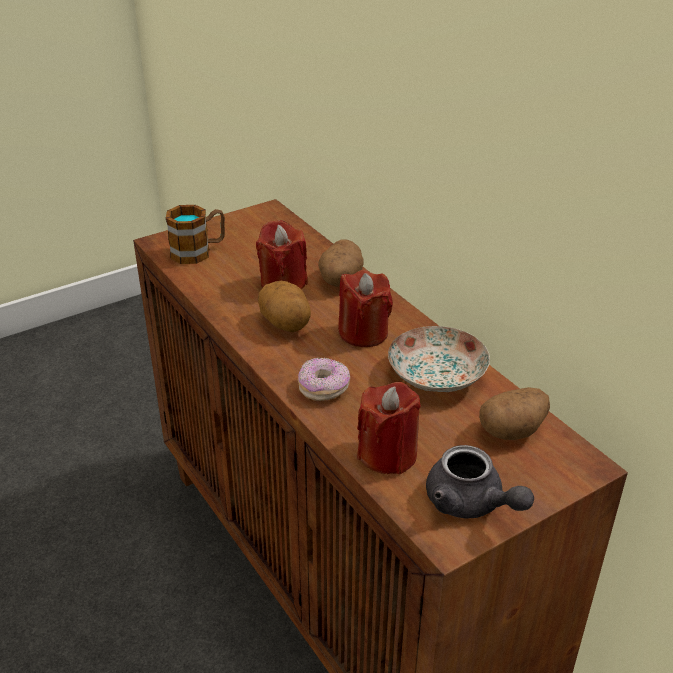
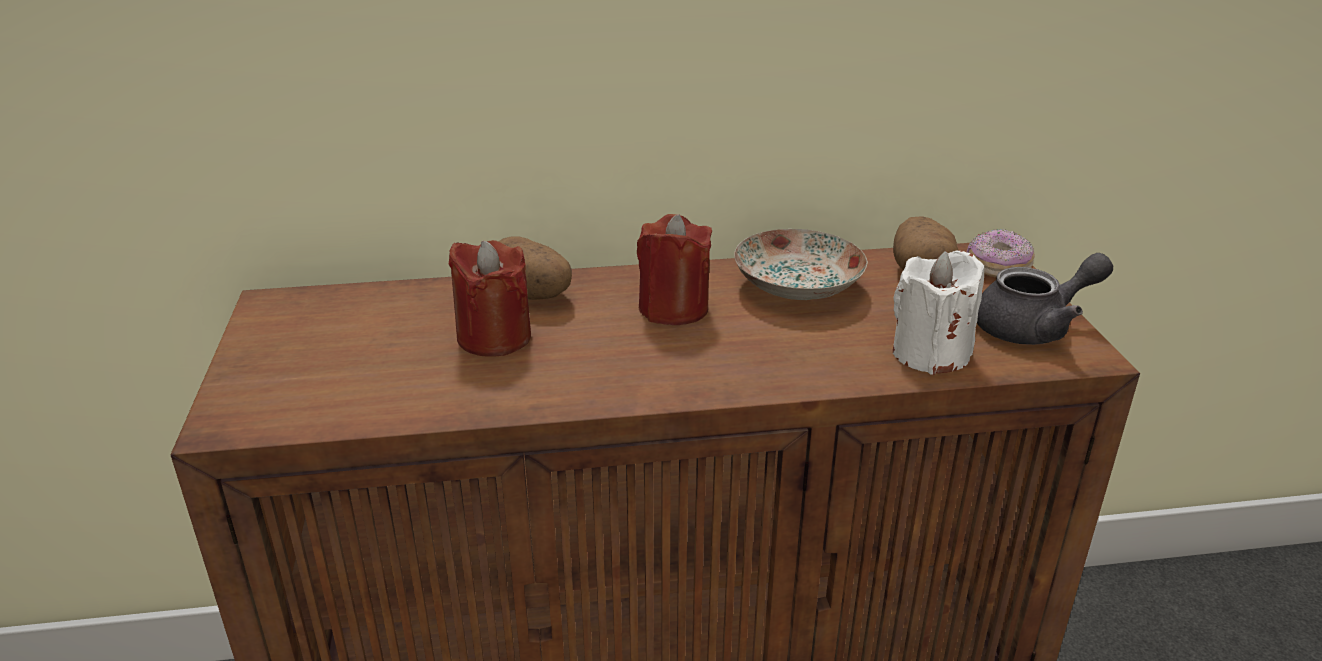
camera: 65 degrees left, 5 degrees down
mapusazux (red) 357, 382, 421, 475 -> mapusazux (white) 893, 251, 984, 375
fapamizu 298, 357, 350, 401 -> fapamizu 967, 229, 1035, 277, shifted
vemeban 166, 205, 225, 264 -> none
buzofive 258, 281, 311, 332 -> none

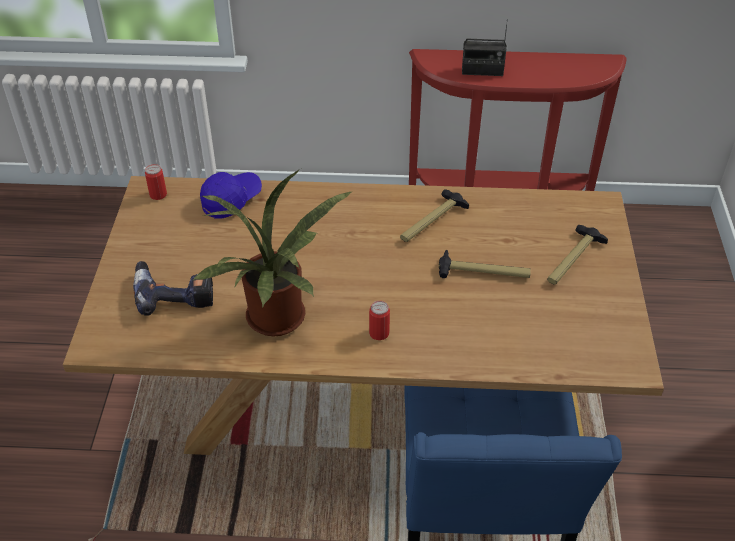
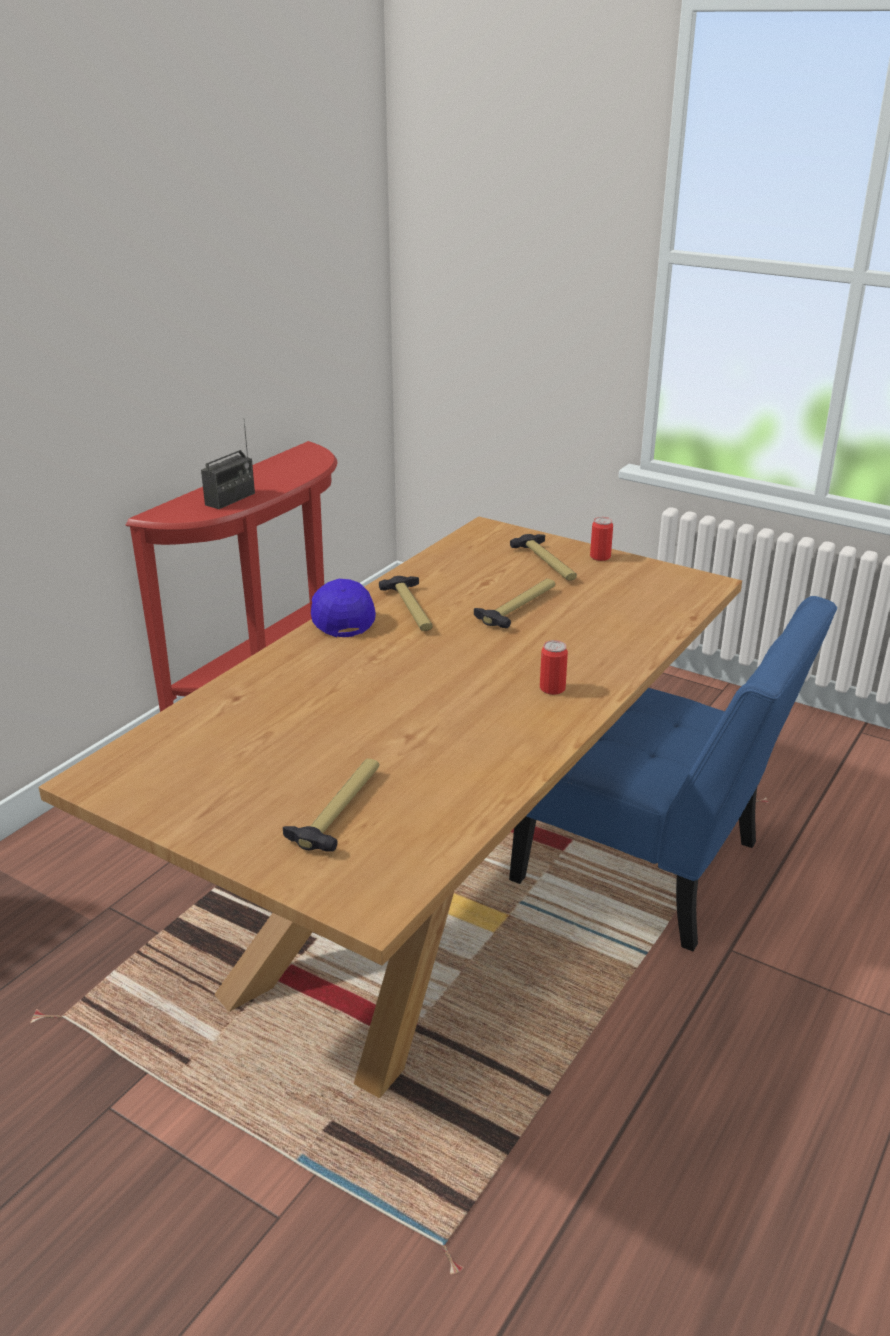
camera: 60 degrees left, 15 degrees down
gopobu 133, 261, 213, 316 -> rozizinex 283, 759, 379, 852
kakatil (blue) 200, 172, 262, 218 -> kakatil (blue) 311, 579, 376, 637, shifted
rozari 145, 164, 167, 200 -> rozari 590, 517, 613, 561, shifted
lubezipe 192, 169, 351, 336 -> none

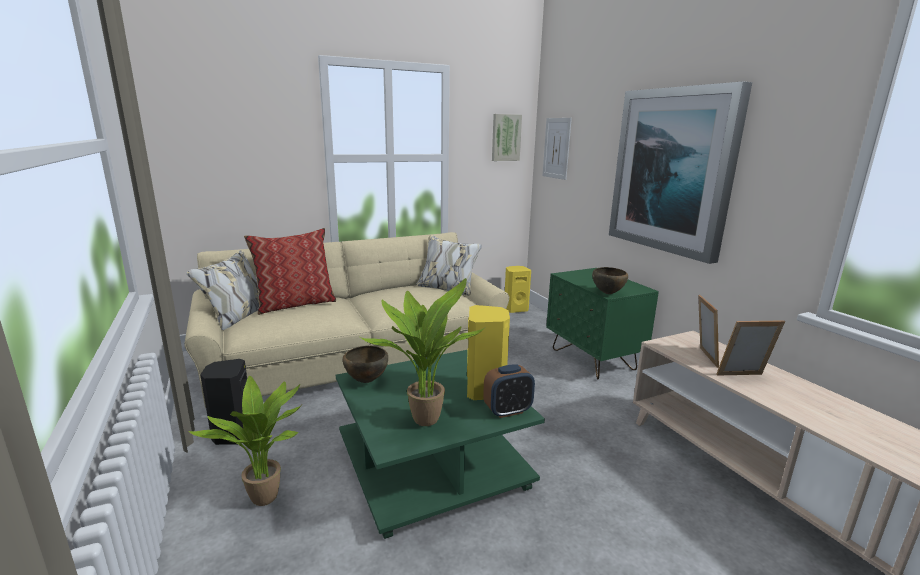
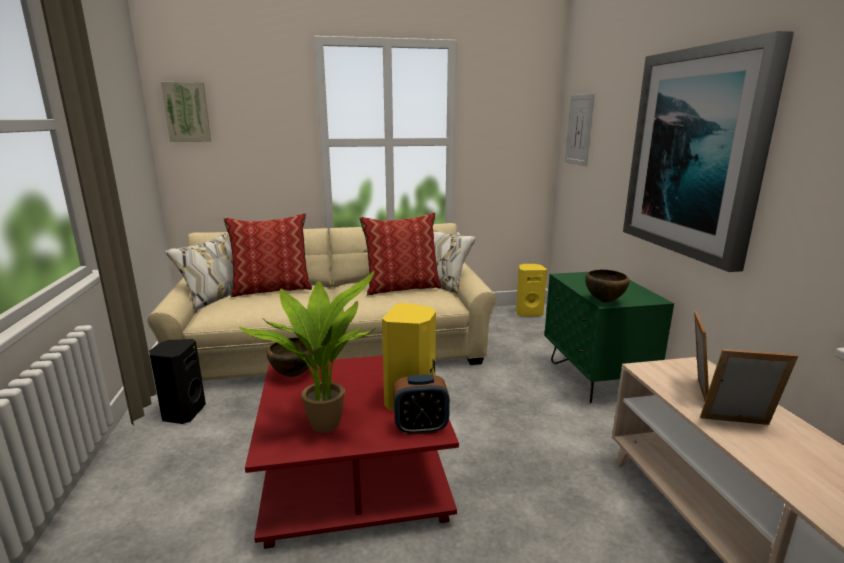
camera: 15 degrees right, 0 degrees up
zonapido 492, 114, 522, 161 -> zonapido 161, 82, 211, 142, shifted
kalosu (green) 336, 350, 545, 539 -> kalosu (red) 245, 355, 459, 549
none -> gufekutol 359, 212, 442, 296
lubezipe 188, 376, 301, 506 -> none

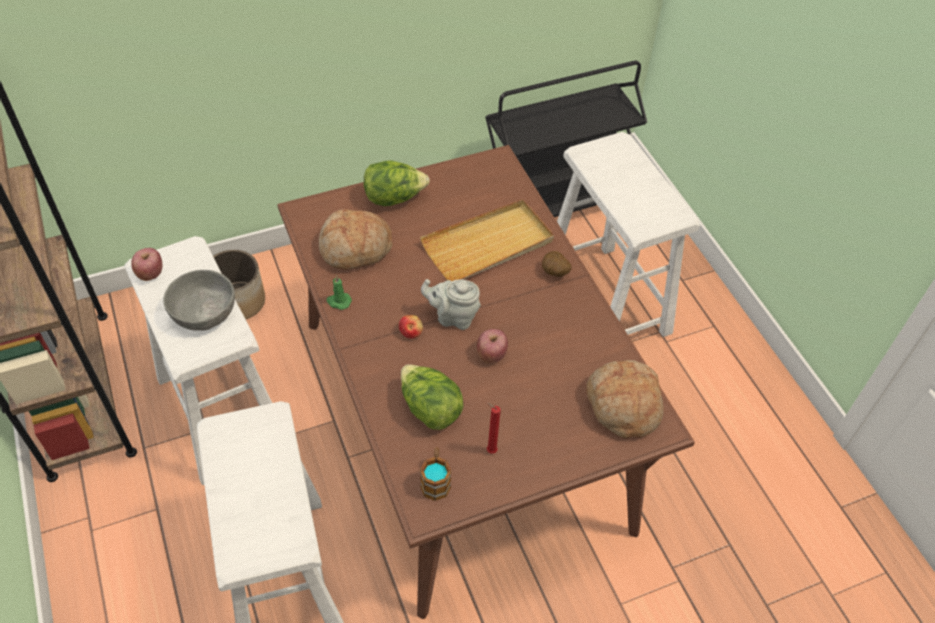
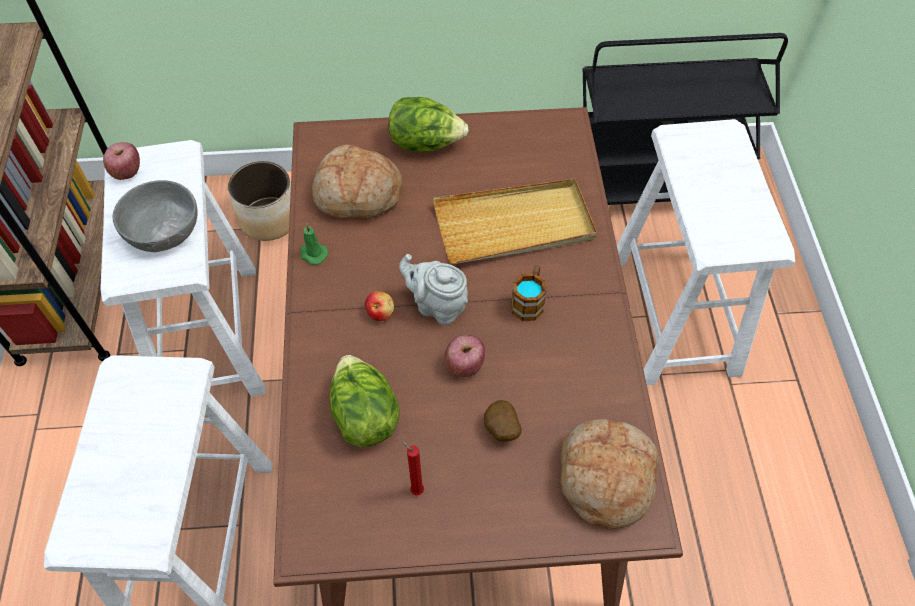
camera: 20 degrees right, 5 degrees up
buzofive 542, 251, 572, 277 -> buzofive 484, 400, 522, 442, shifted
vemeban 420, 447, 451, 501 -> vemeban 511, 265, 546, 321, shifted

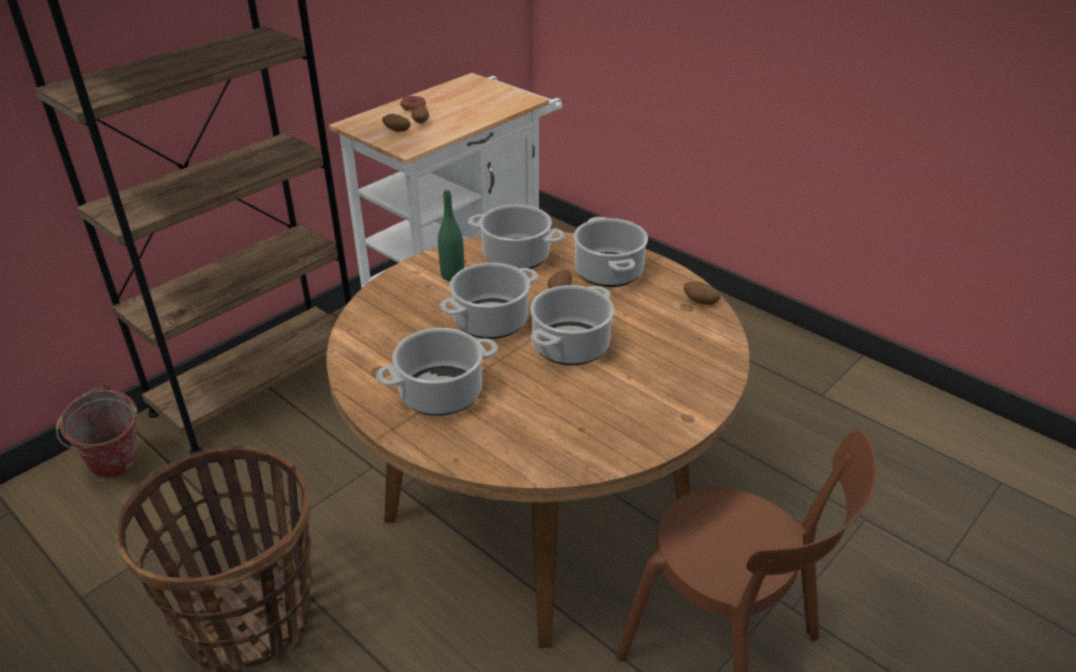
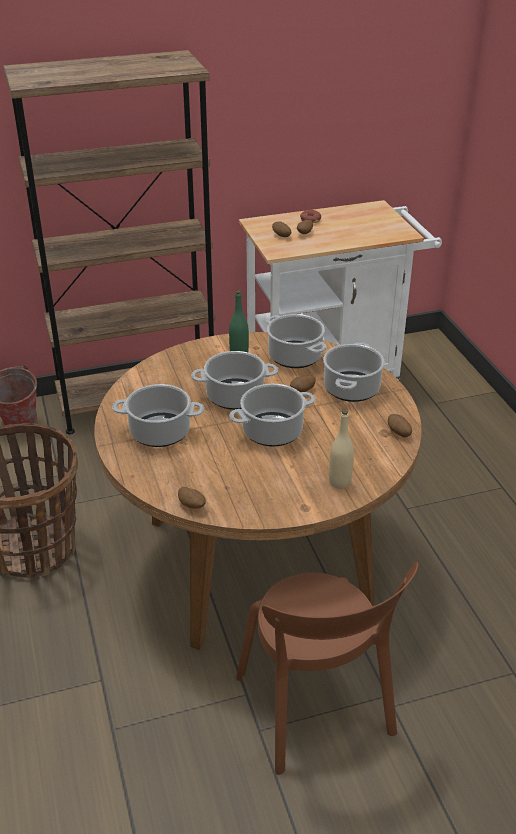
camera: 30 degrees right, 0 degrees up
none -> buzofive 178, 487, 206, 509
none -> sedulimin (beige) 329, 410, 354, 489

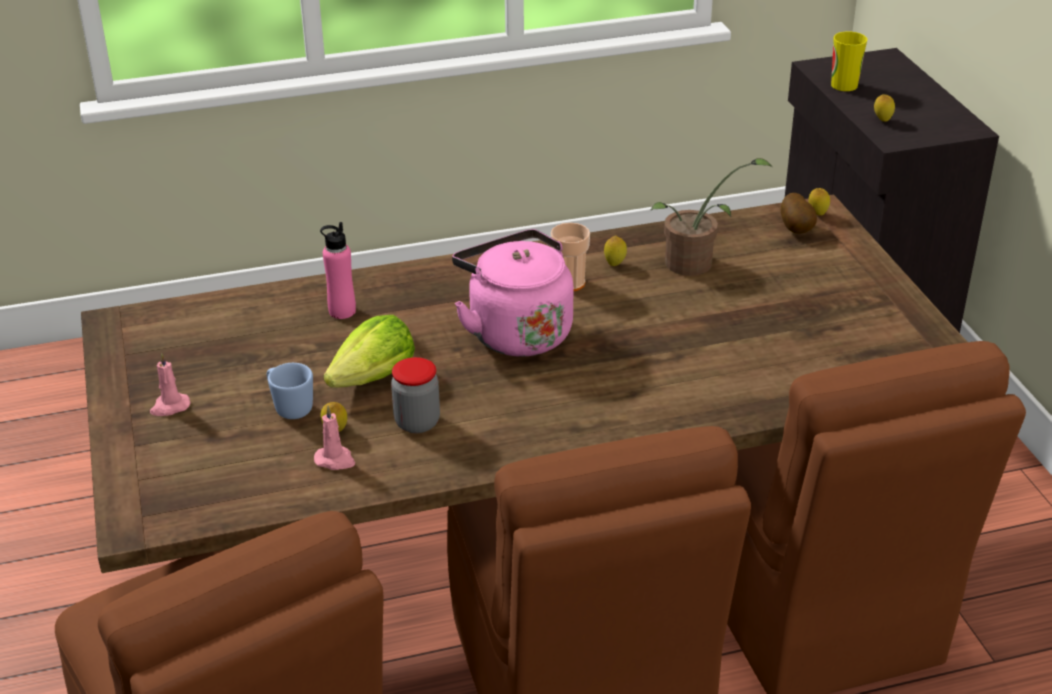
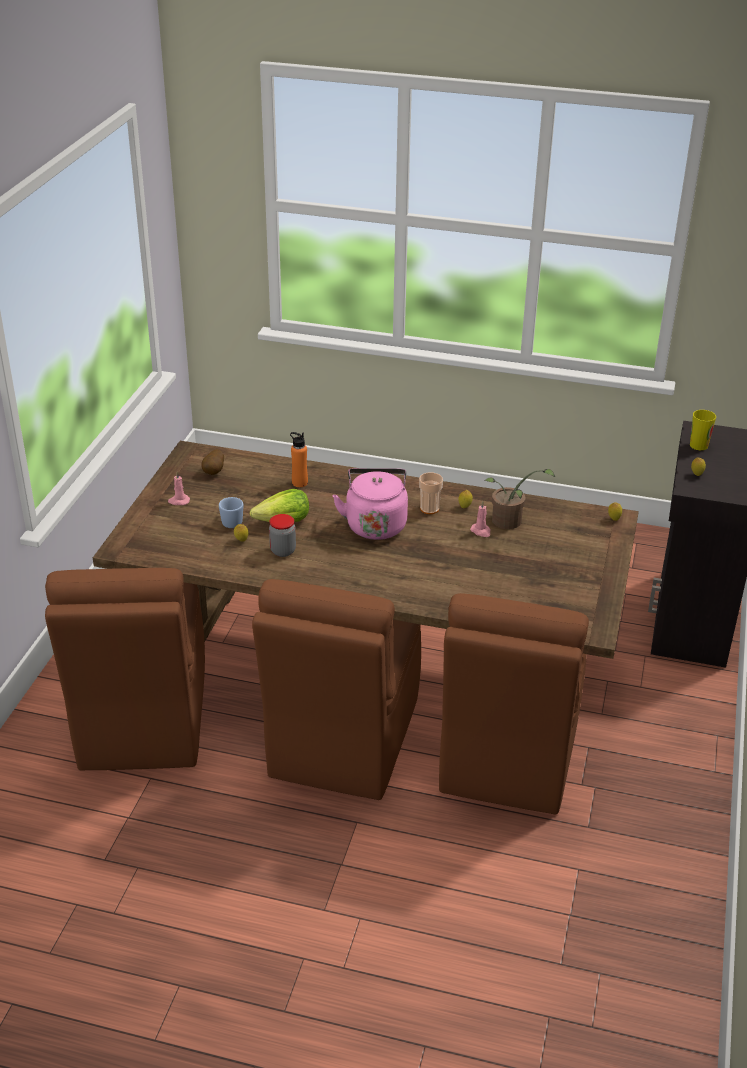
camera: 30 degrees right, 0 degrees up
buzofive 781, 193, 817, 234 -> buzofive 201, 449, 224, 475, shifted
sedulimin (pink) 320, 222, 356, 319 -> sedulimin (orange) 290, 432, 308, 487
mapusazux (pink) 314, 406, 355, 470 -> mapusazux (pink) 470, 501, 490, 537, shifted

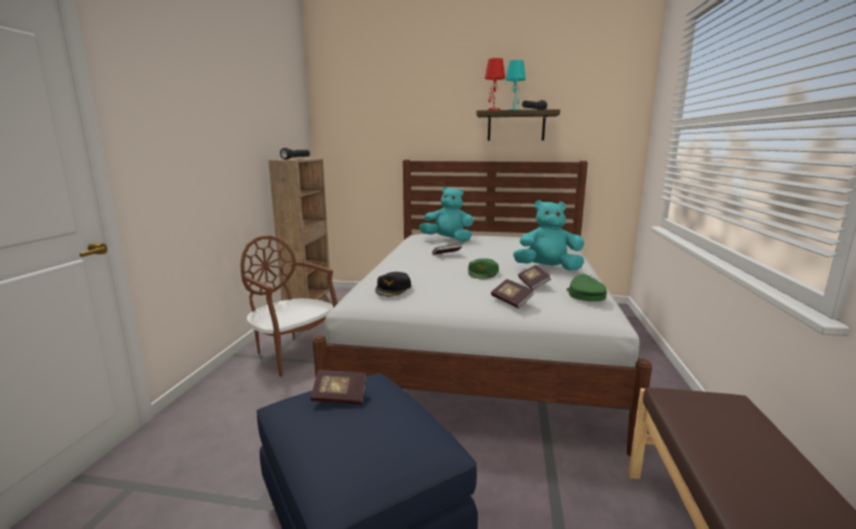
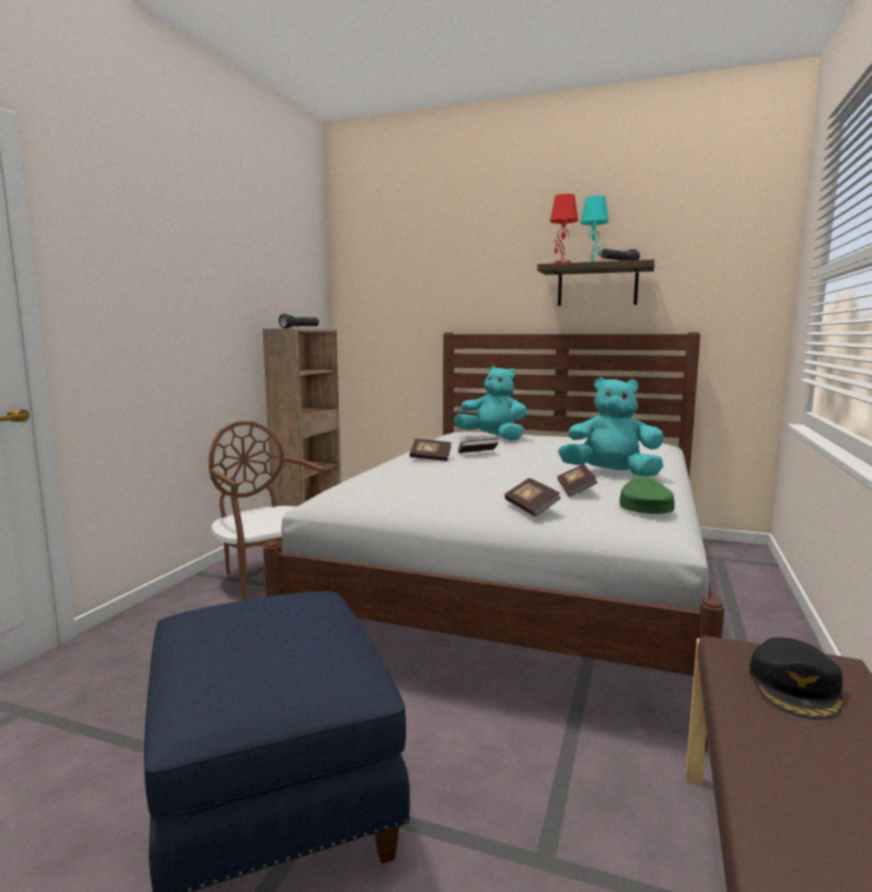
camera: 10 degrees right, 5 degrees down
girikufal 310, 370, 366, 404 -> girikufal 410, 439, 452, 461, shifted
kakatil (black) 375, 272, 411, 296 -> kakatil (black) 750, 637, 843, 720, shifted
kakatil (green) 468, 258, 499, 279 -> none

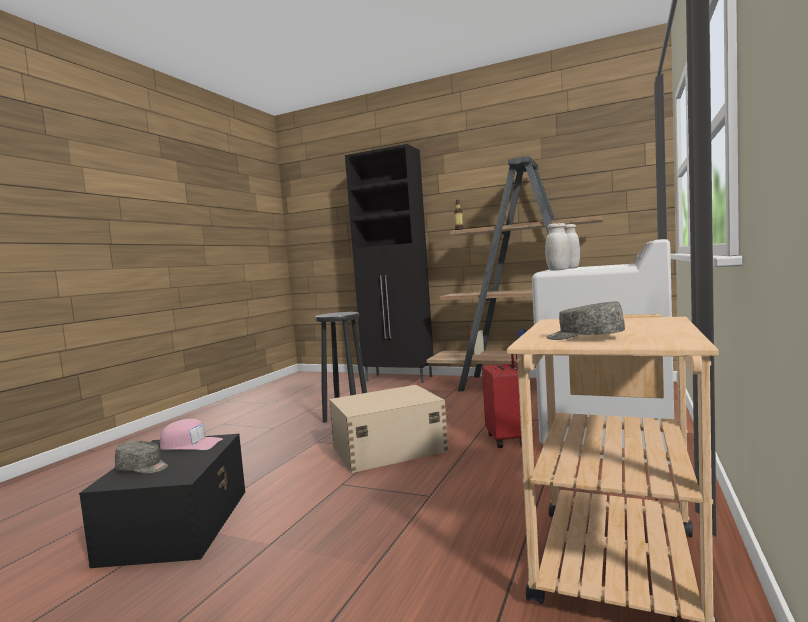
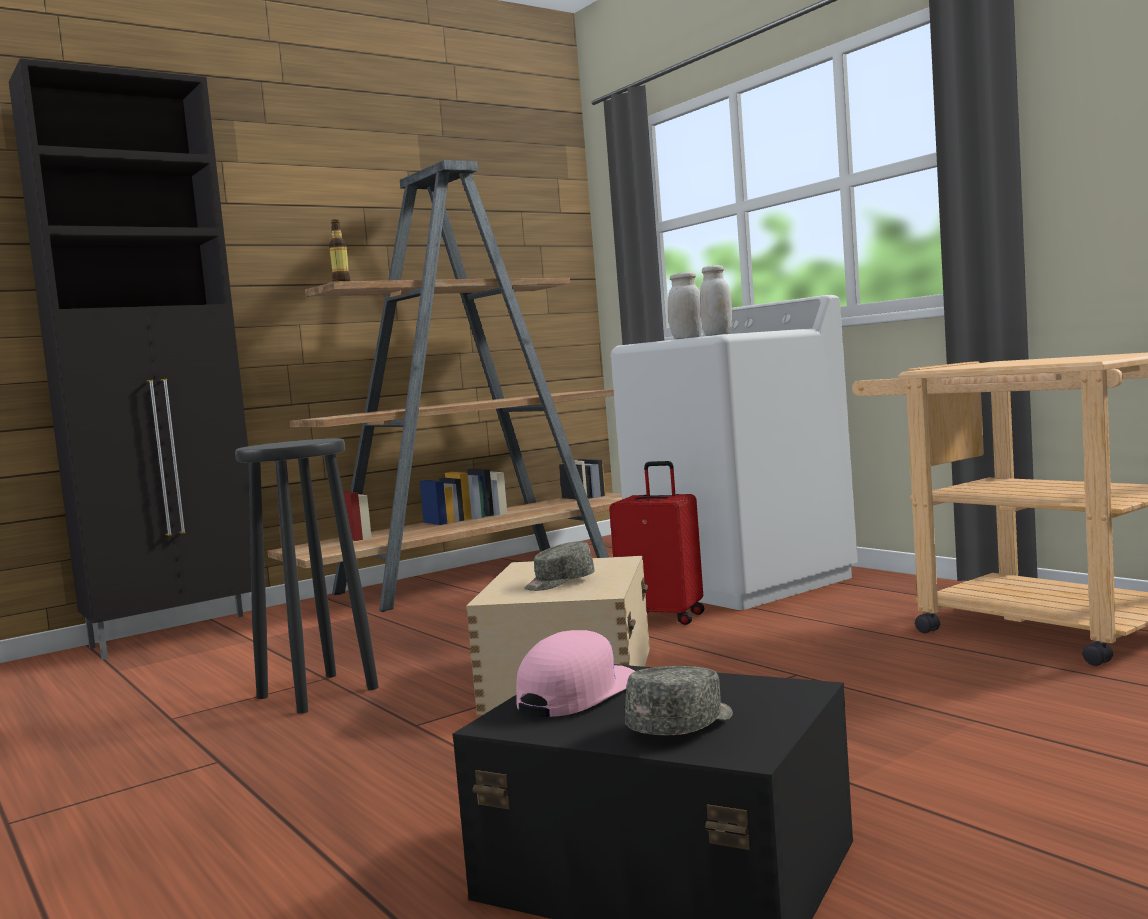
camera: 60 degrees left, 0 degrees up
kakatil (grey) 546, 302, 625, 340 -> kakatil (grey) 524, 542, 595, 591, shifted

